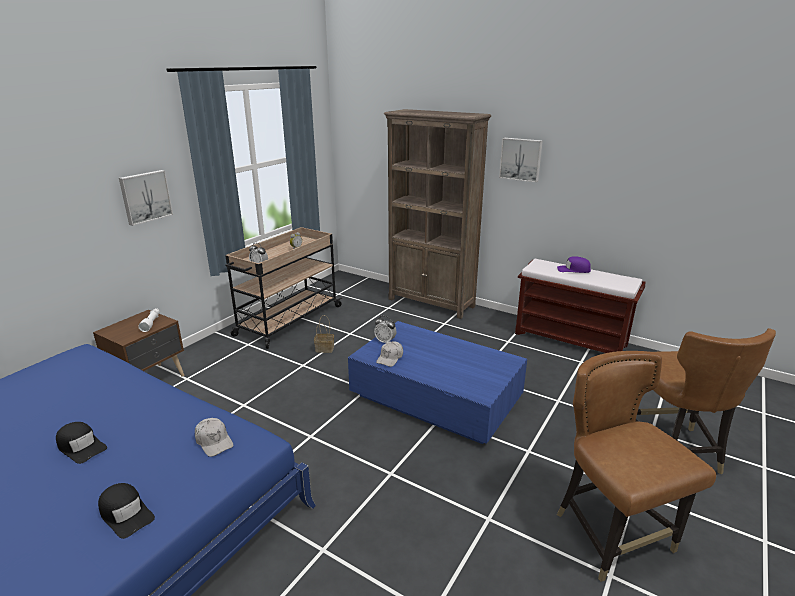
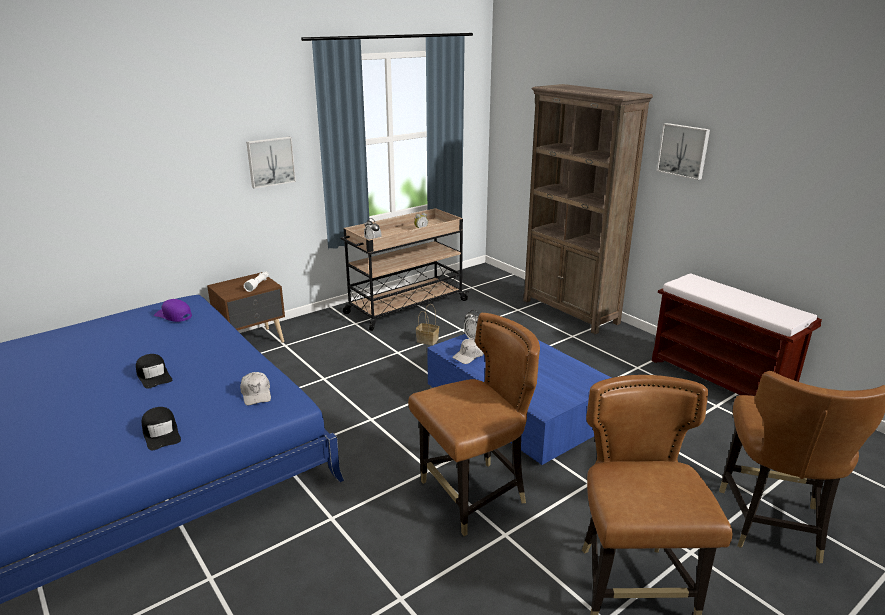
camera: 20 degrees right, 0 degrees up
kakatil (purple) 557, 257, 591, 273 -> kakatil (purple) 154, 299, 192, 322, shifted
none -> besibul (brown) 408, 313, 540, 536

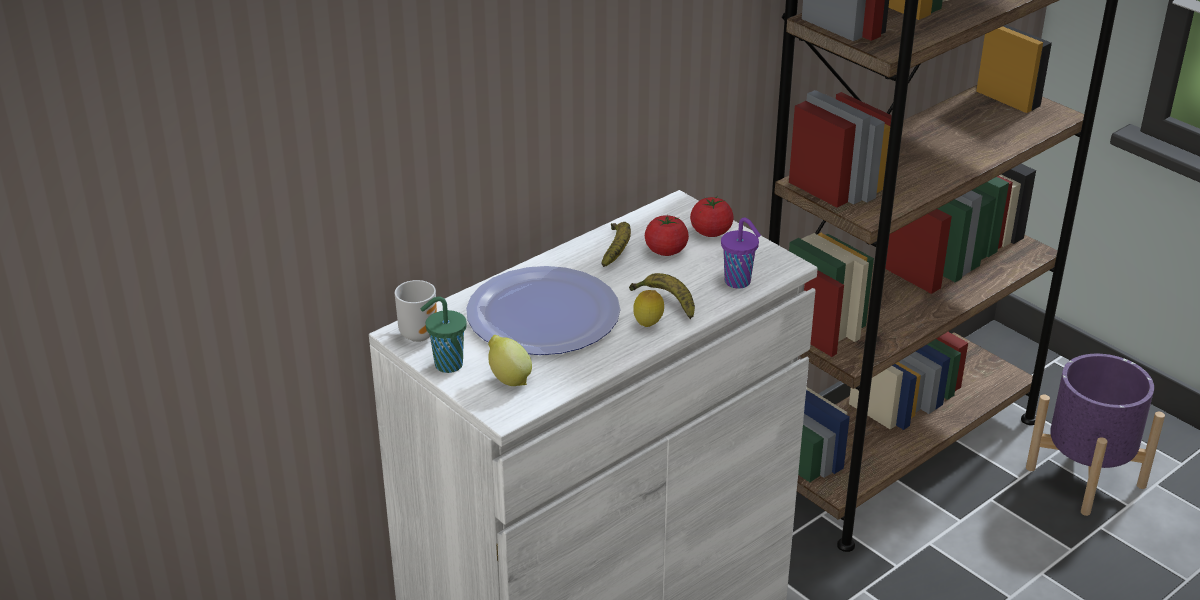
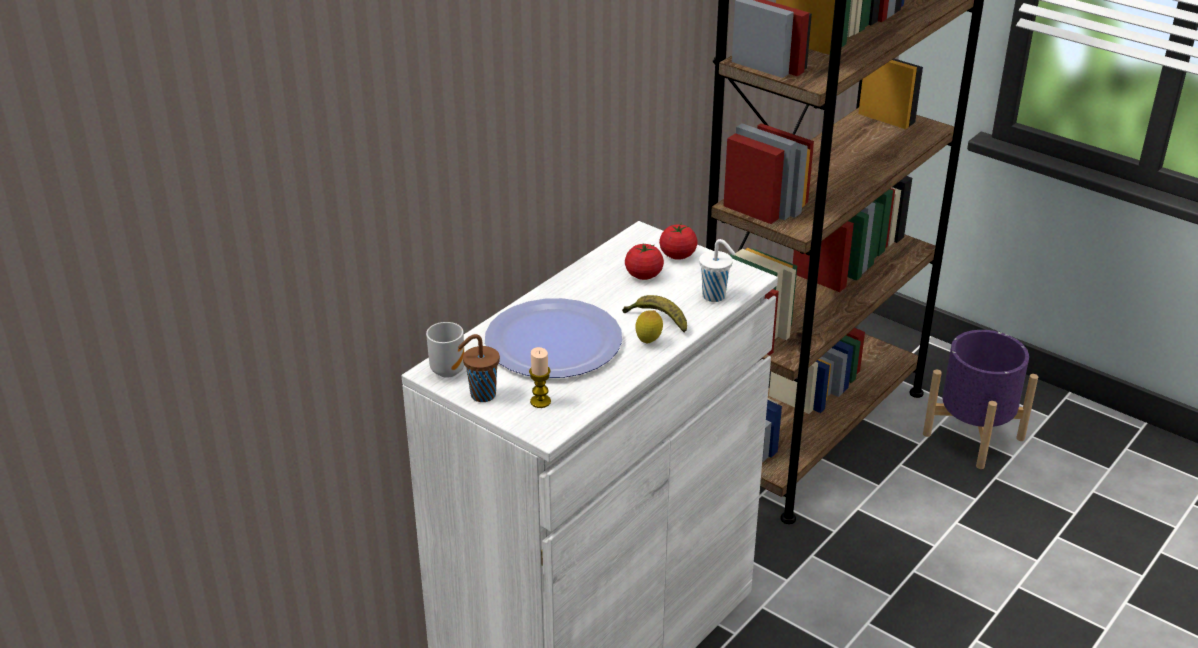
camera: 10 degrees left, 0 degrees up
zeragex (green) 421, 297, 467, 373 -> zeragex (brown) 458, 334, 500, 402
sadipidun 488, 335, 532, 386 -> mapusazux 529, 347, 551, 408
zeragex (purple) 721, 218, 761, 289 -> zeragex (white) 699, 239, 736, 302
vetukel 602, 222, 631, 267 -> none

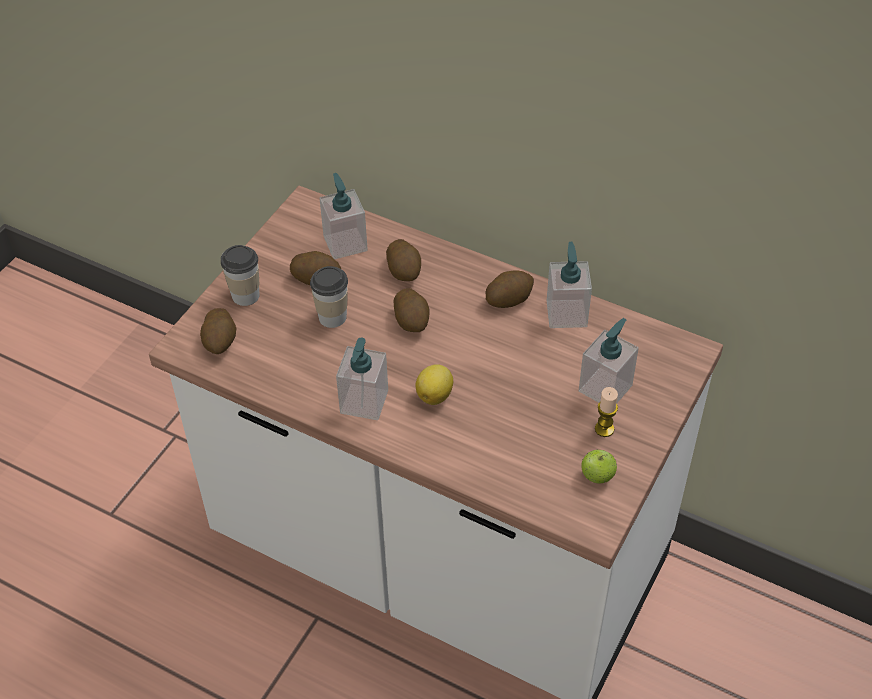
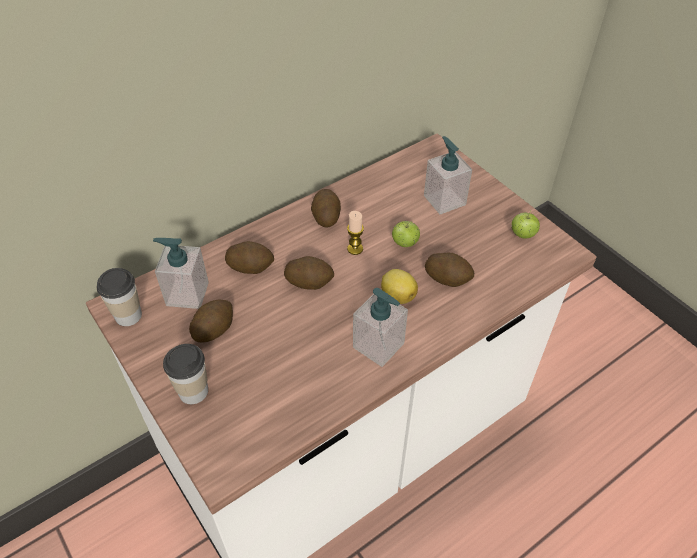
camera: 65 degrees left, 0 degrees up
zeragex 310, 266, 348, 328 -> zeragex 97, 268, 142, 326, shifted
mapusazux 595, 387, 618, 437 -> mapusazux 347, 211, 364, 255, shifted
none -> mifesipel 392, 221, 420, 247
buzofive 200, 308, 236, 354 -> buzofive 425, 253, 474, 287, shifted
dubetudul 547, 242, 592, 328 -> none

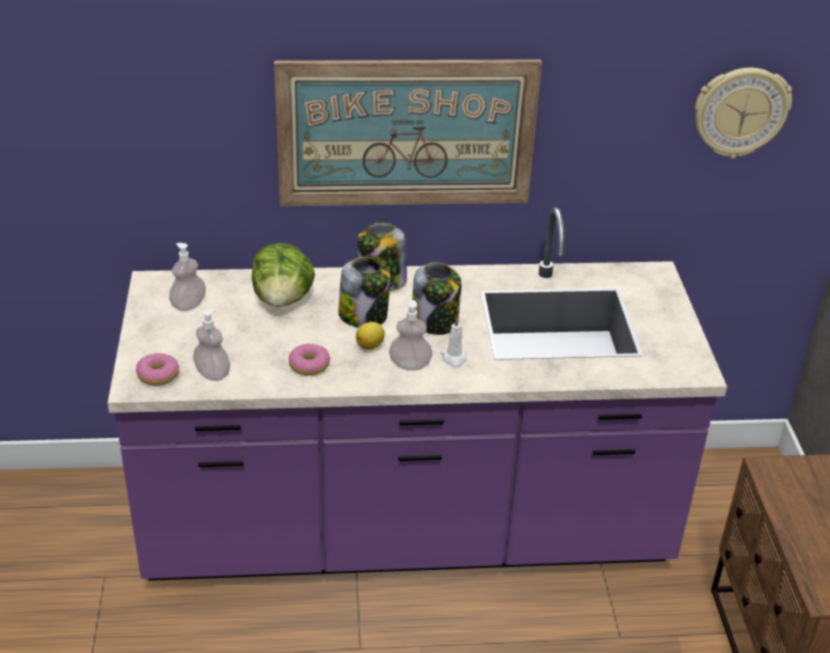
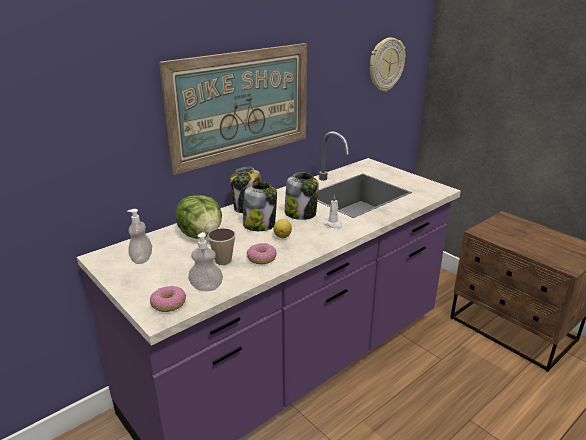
camera: 35 degrees left, 10 degrees down
none -> zeragex 207, 228, 236, 265
dubetudul 389, 300, 432, 371 -> none

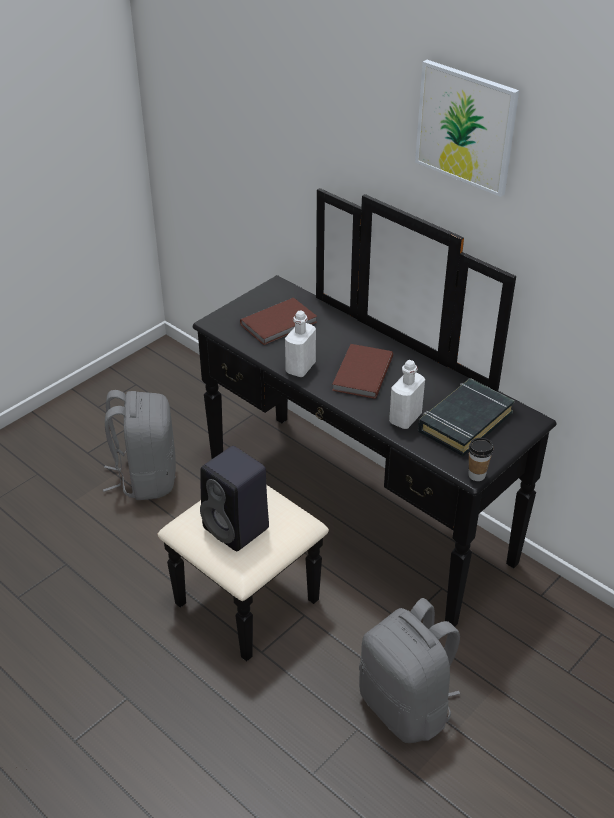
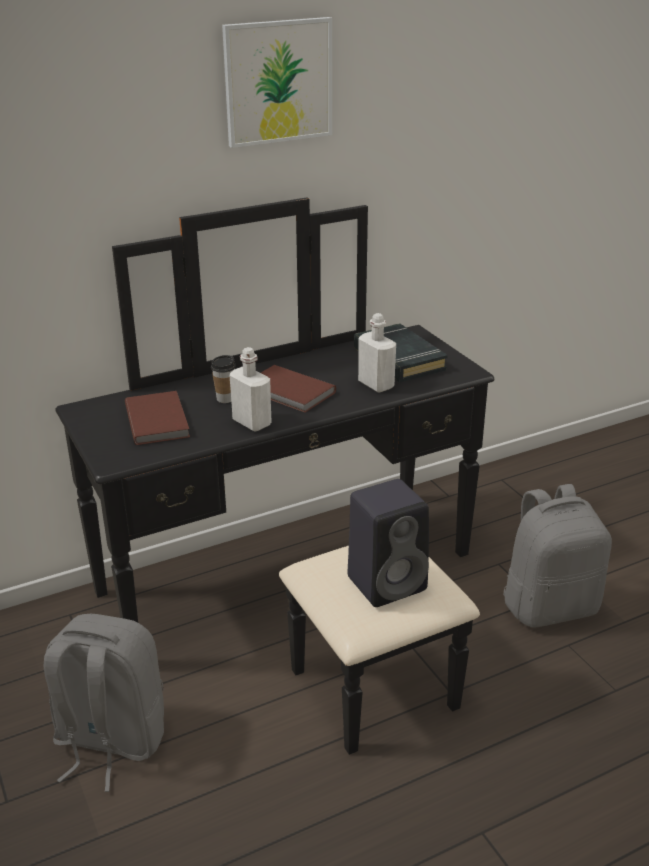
camera: 70 degrees left, 10 degrees down
zeragex 469, 438, 493, 481 -> zeragex 211, 355, 236, 403, shifted

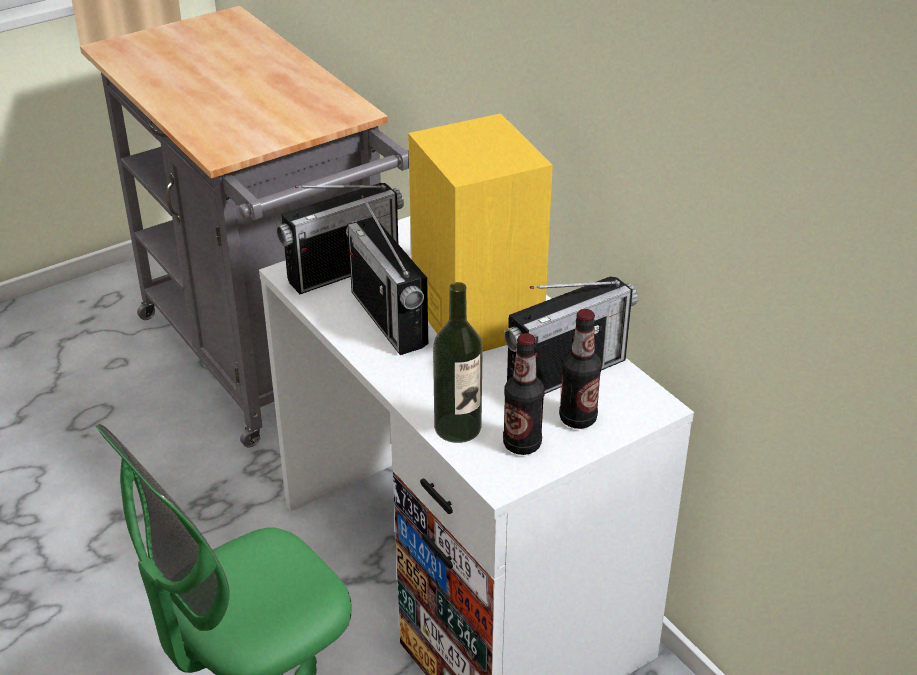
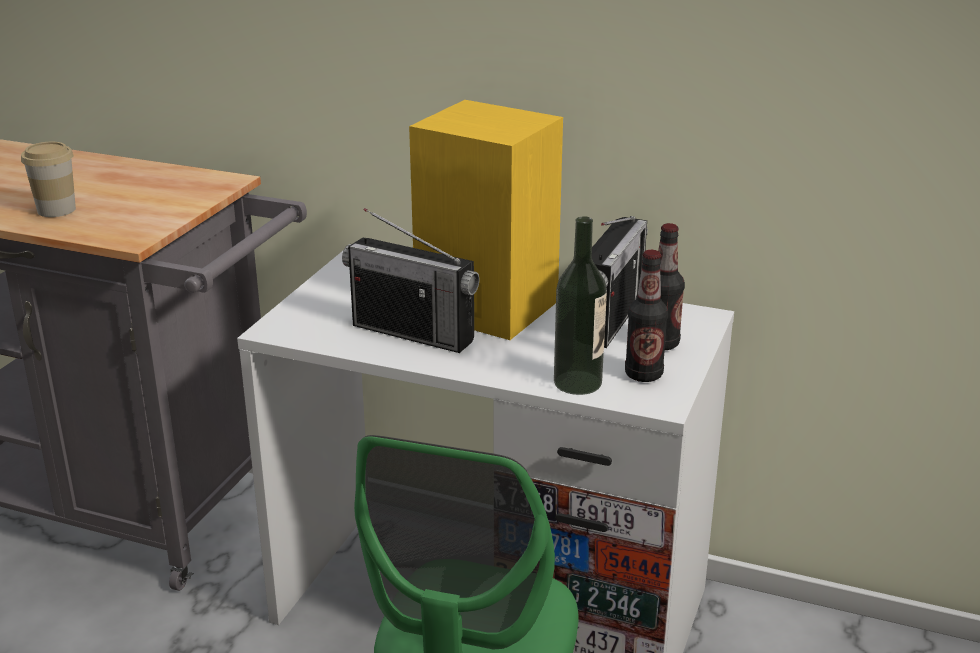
camera: 35 degrees left, 10 degrees down
none -> zeragex 21, 142, 76, 217
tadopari 276, 183, 404, 294 -> none

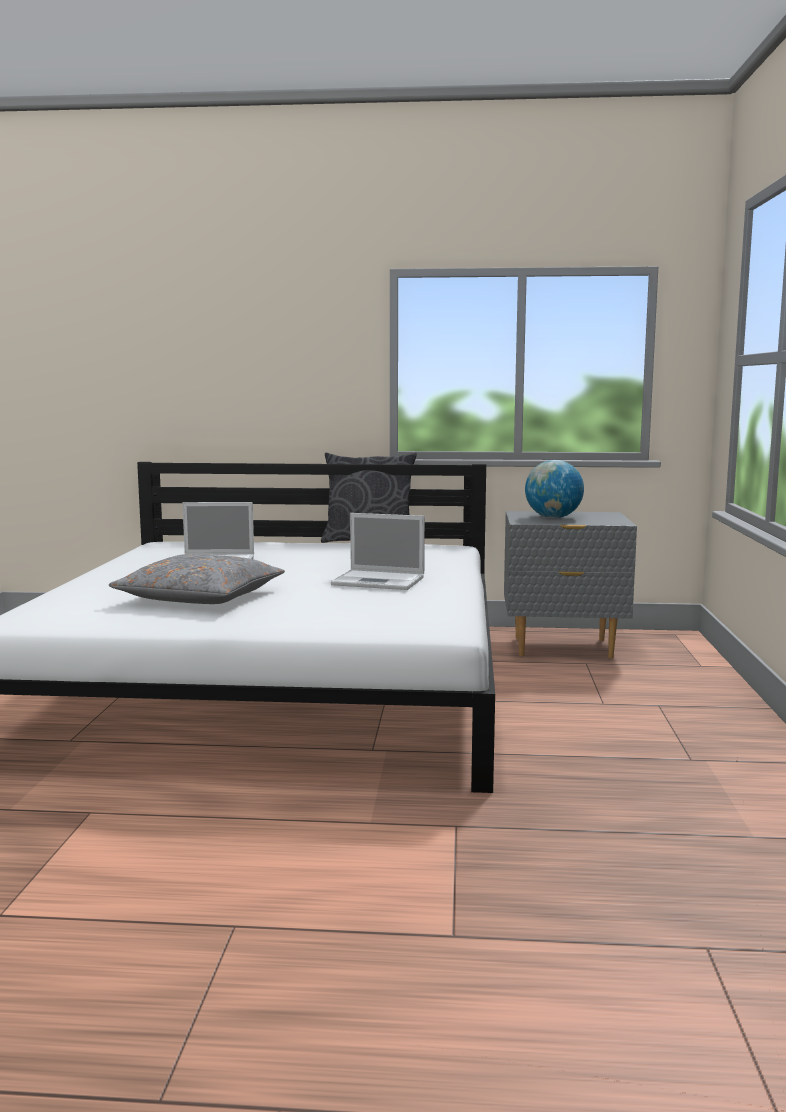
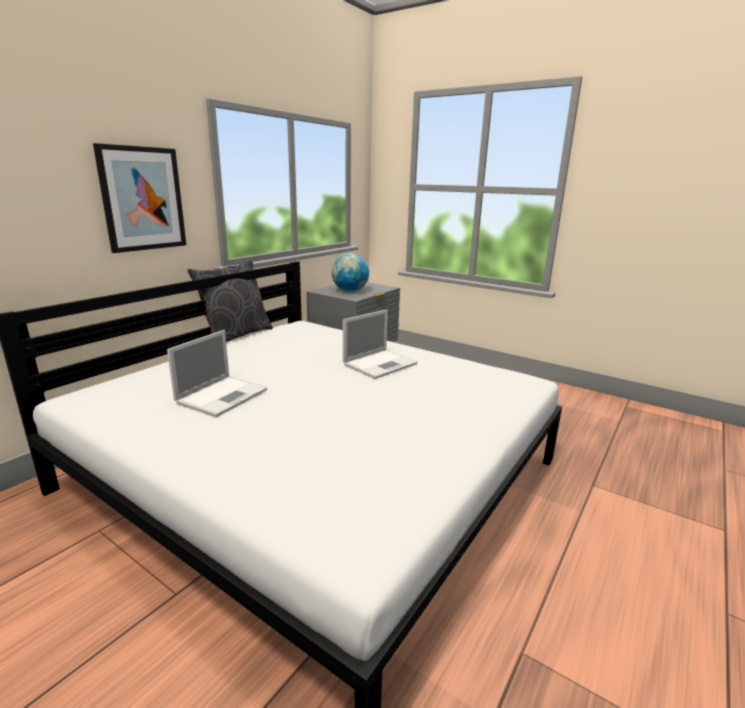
camera: 60 degrees left, 10 degrees up
none -> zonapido 93, 143, 186, 253
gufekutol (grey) 109, 554, 285, 604 -> none

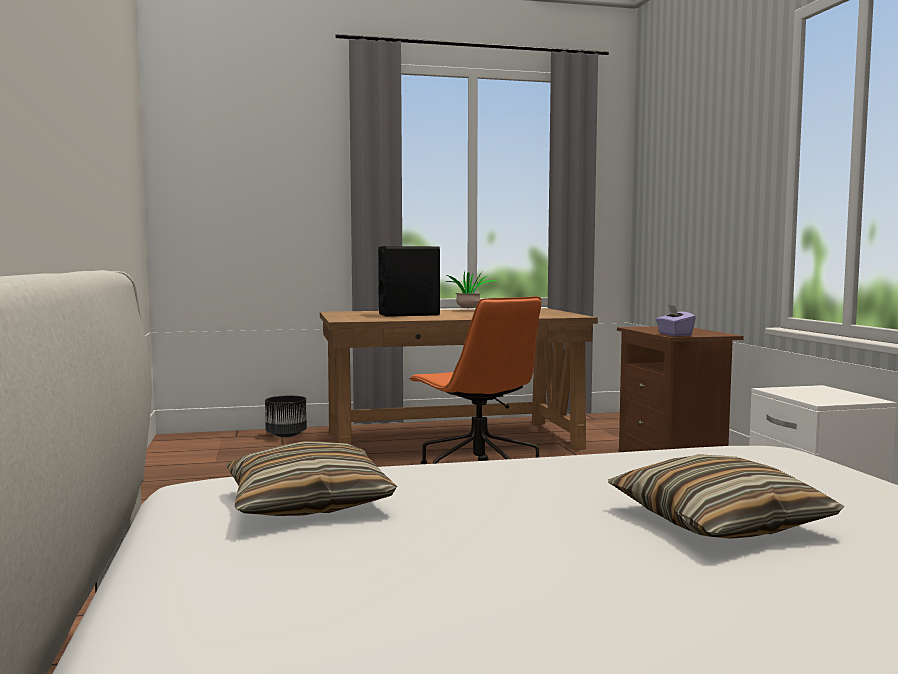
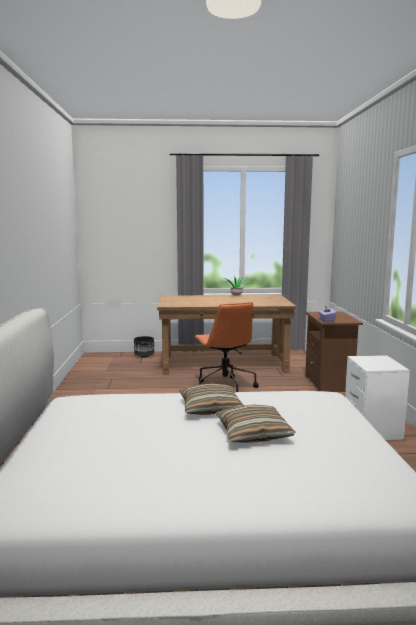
camera: 10 degrees right, 5 degrees up
gufekutol 226, 441, 397, 516 -> gufekutol 179, 383, 244, 415, shifted
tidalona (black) 378, 246, 440, 317 -> none

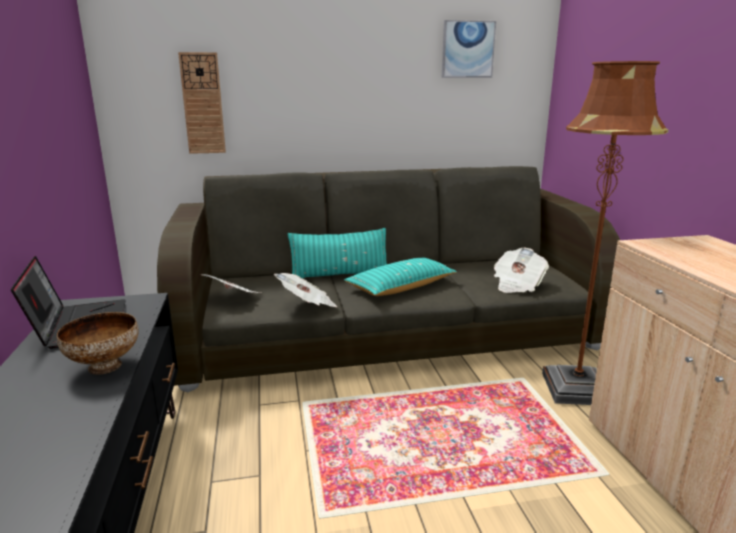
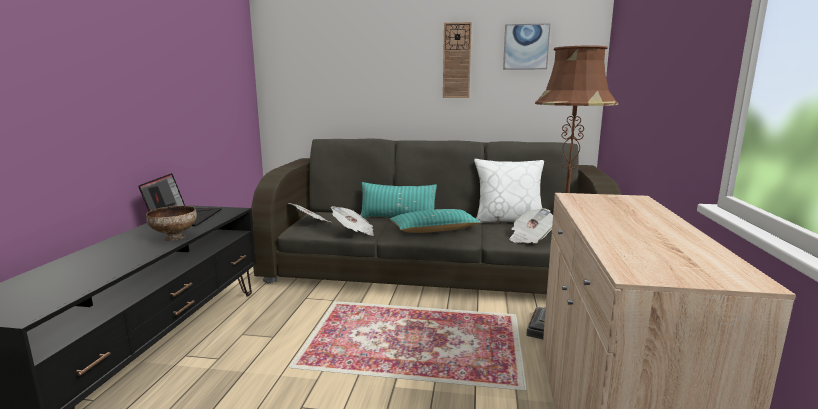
camera: 20 degrees right, 5 degrees down
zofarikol 178, 52, 226, 154 -> zofarikol 443, 22, 472, 98, shifted
none -> gufekutol (white) 474, 159, 544, 223

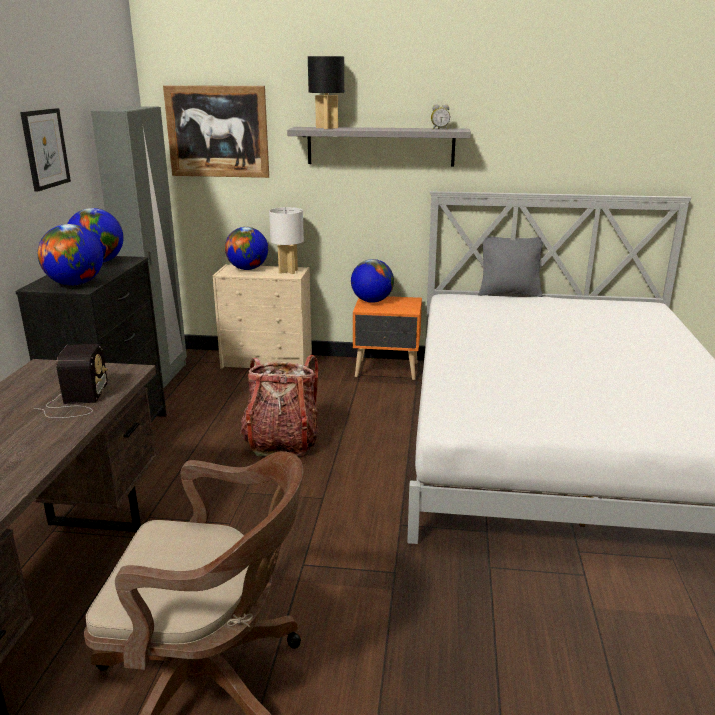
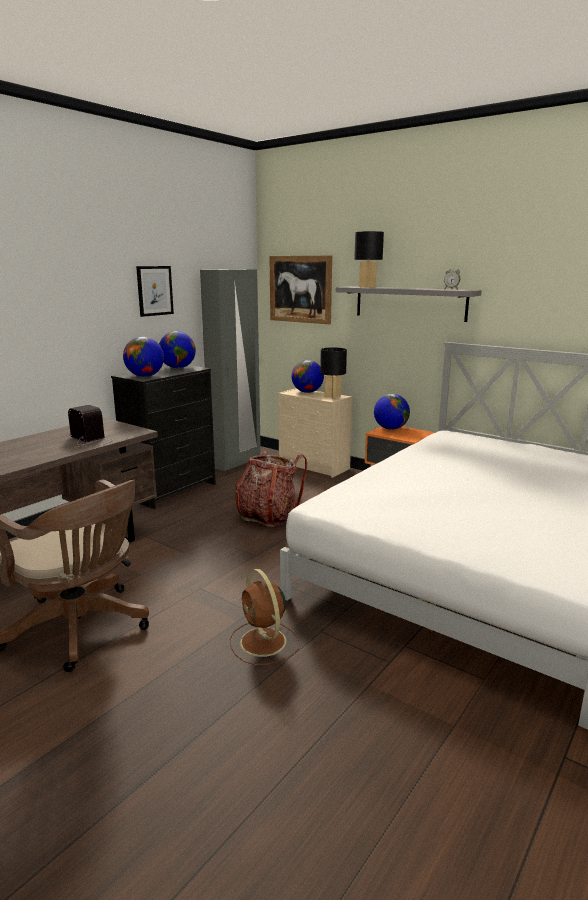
camera: 30 degrees right, 5 degrees down
tadopari 33, 344, 108, 418 -> tadopari 68, 405, 113, 447, 75 degrees counterclockwise
none -> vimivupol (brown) 230, 569, 300, 665
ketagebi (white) 269, 207, 304, 274 -> ketagebi (black) 320, 347, 347, 399
gufekutol (grey) 479, 236, 543, 297 -> none

